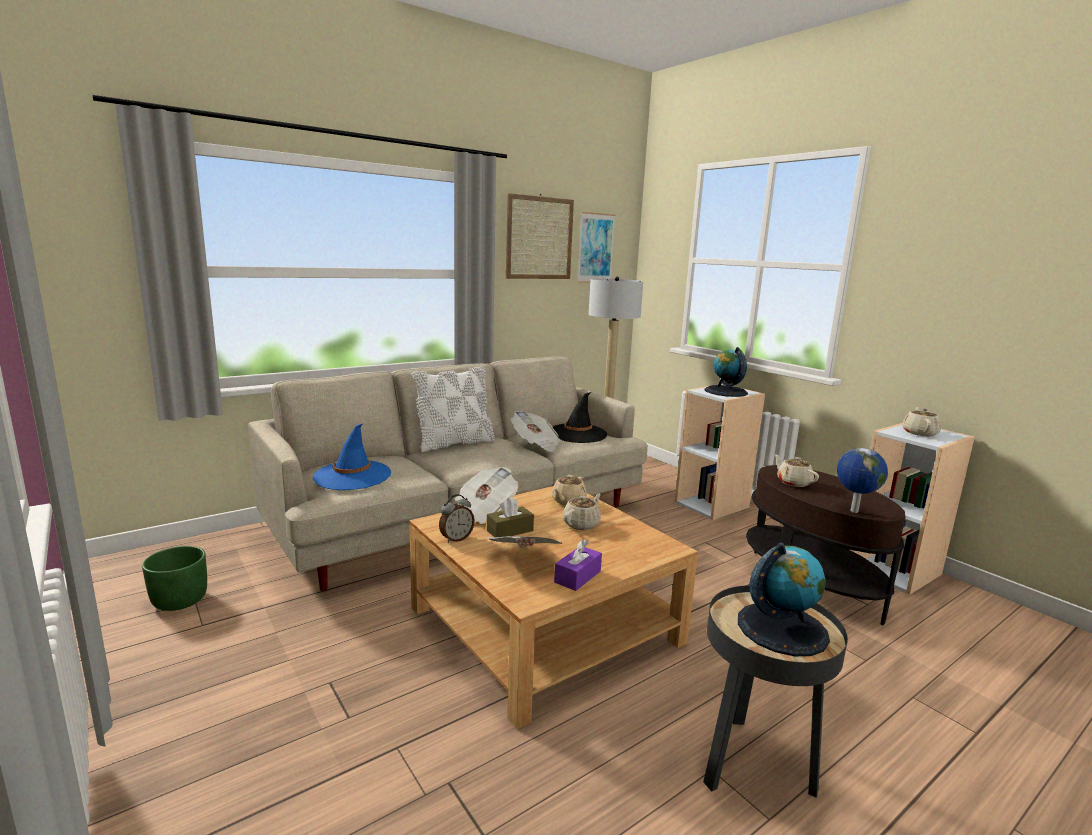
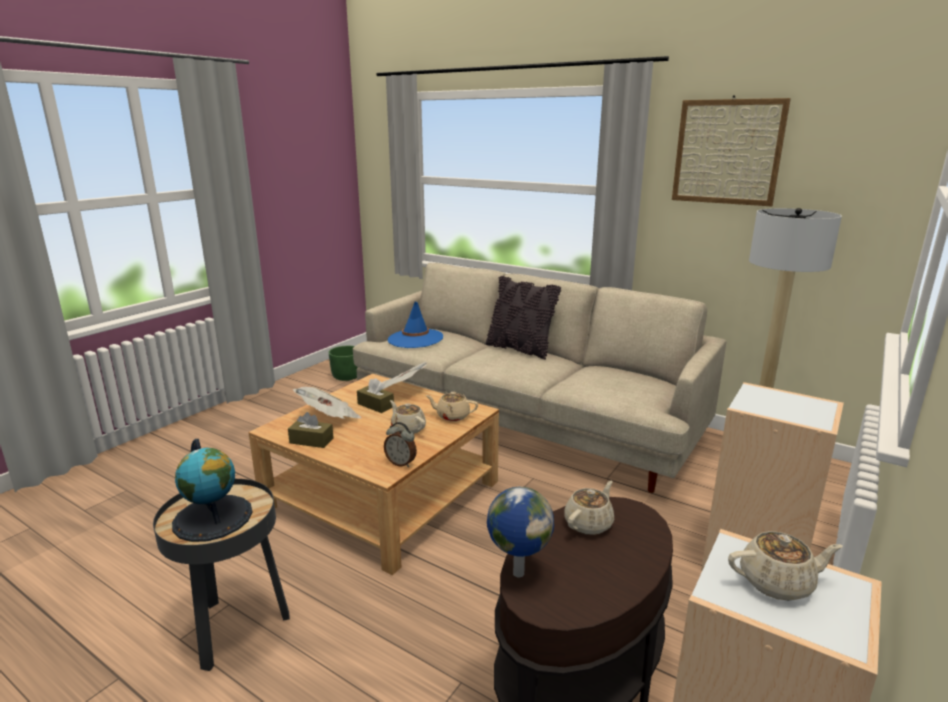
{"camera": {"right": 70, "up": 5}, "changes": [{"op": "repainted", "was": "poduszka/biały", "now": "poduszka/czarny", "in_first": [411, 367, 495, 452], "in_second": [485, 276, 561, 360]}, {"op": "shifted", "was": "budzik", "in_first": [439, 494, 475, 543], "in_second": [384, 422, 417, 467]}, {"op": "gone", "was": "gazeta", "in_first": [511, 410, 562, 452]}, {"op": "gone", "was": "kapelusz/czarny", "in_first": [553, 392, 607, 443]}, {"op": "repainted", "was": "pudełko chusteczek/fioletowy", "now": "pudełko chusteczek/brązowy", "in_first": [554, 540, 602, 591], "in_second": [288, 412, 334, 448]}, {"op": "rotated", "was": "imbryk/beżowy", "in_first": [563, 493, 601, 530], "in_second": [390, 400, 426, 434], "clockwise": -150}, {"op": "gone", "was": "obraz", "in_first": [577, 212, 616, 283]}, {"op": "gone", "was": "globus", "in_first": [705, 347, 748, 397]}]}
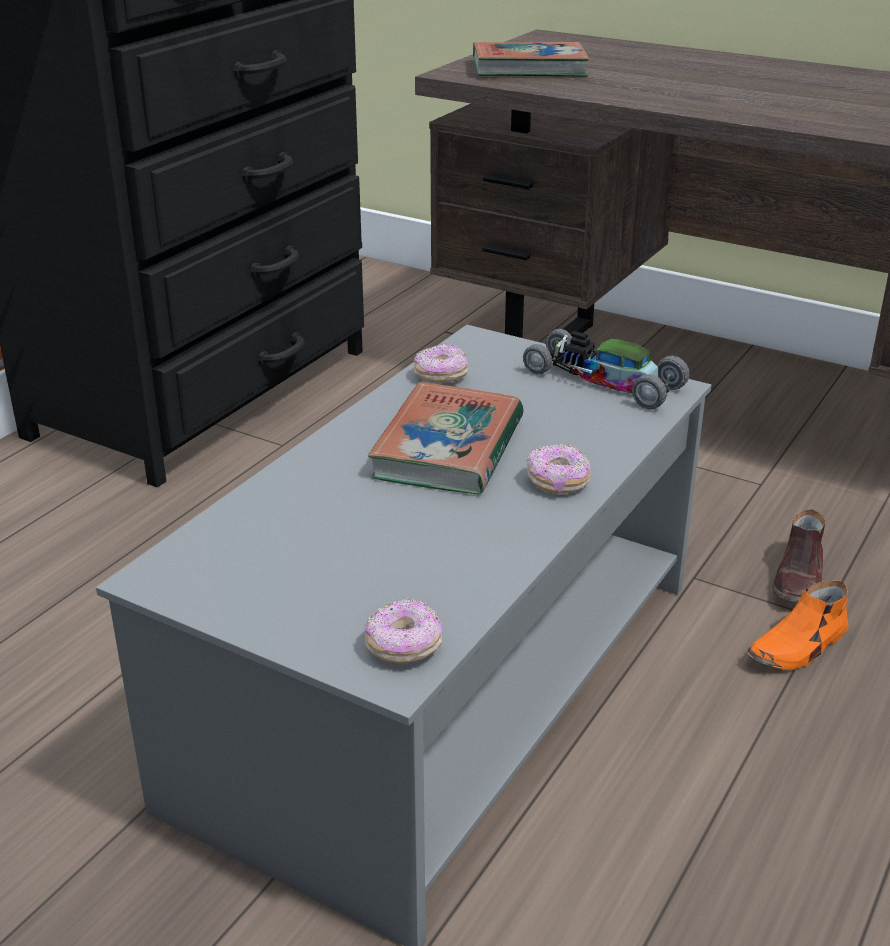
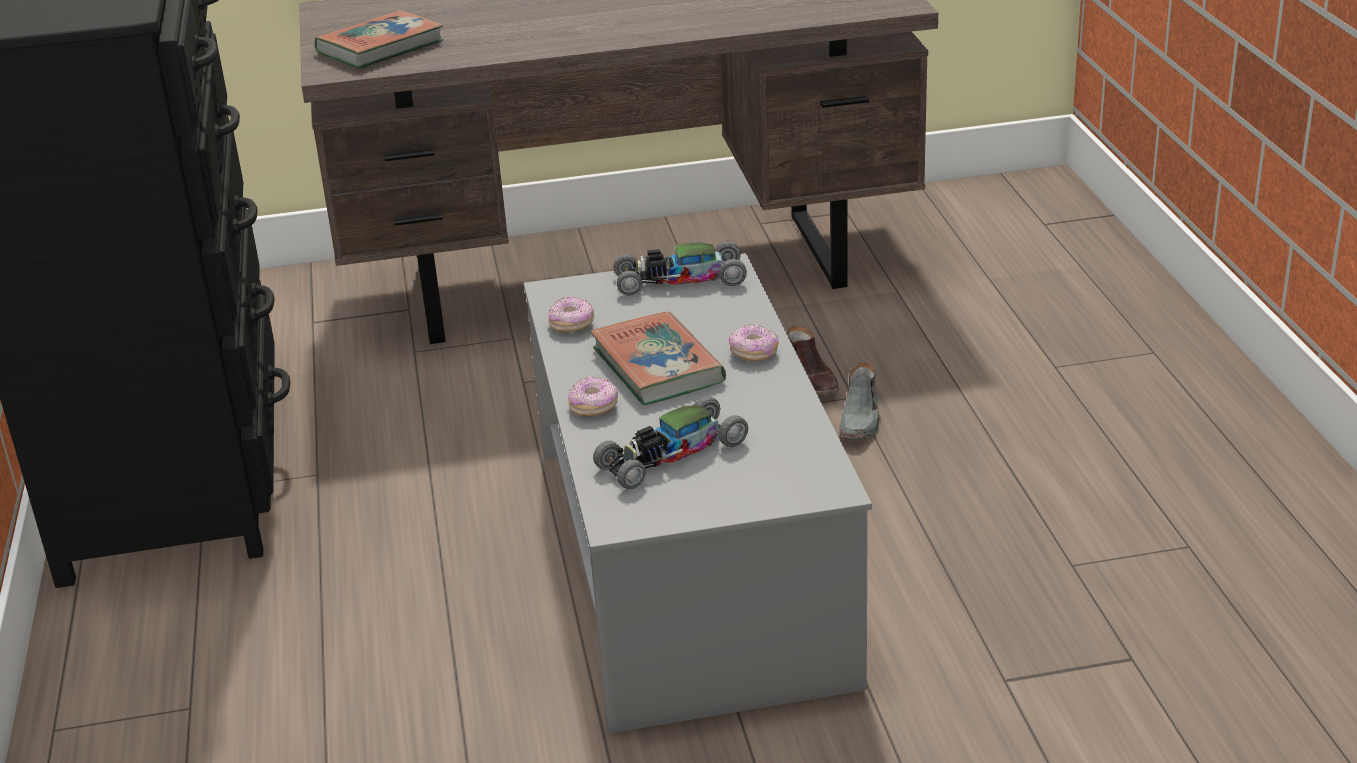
{"camera": {"right": -40, "up": 0}, "changes": [{"op": "shifted", "was": "donut", "in_first": [364, 598, 442, 663], "in_second": [568, 377, 618, 416]}, {"op": "repainted", "was": "but/pomarańczowy", "now": "but/szary", "in_first": [747, 581, 849, 669], "in_second": [839, 362, 879, 439]}, {"op": "new", "now": "samochodzik", "in_second": [593, 396, 748, 489]}]}
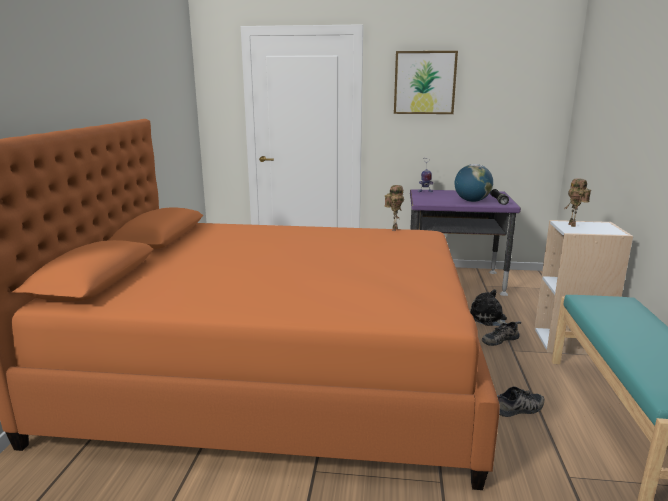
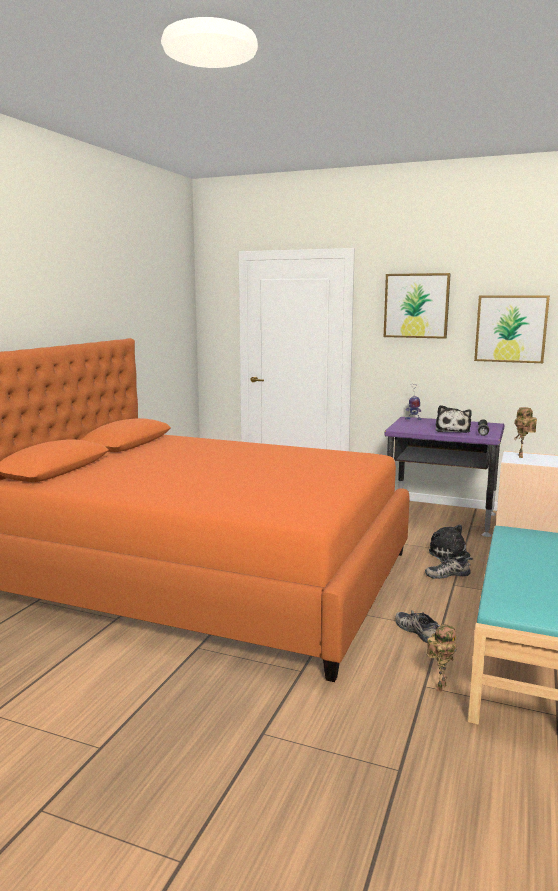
{"camera": {"right": 15, "up": -5}, "changes": [{"op": "shifted", "was": "robot zabawkowy", "in_first": [385, 185, 404, 231], "in_second": [426, 624, 456, 692]}, {"op": "swapped", "was": "globus", "now": "pluszak", "in_first": [454, 164, 493, 202], "in_second": [436, 405, 472, 433]}, {"op": "rotated", "was": "but", "in_first": [497, 386, 544, 417], "in_second": [395, 610, 440, 644], "clockwise": -120}, {"op": "new", "now": "obraz", "in_second": [474, 295, 550, 363]}]}
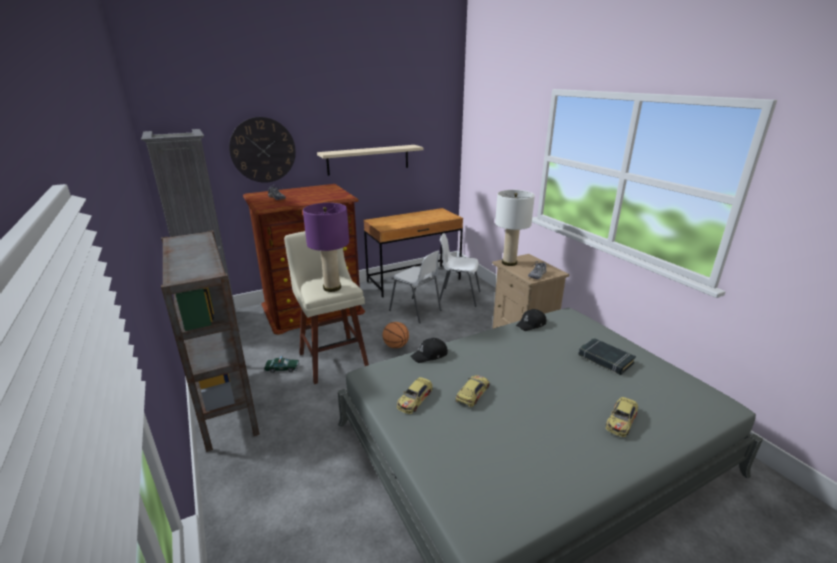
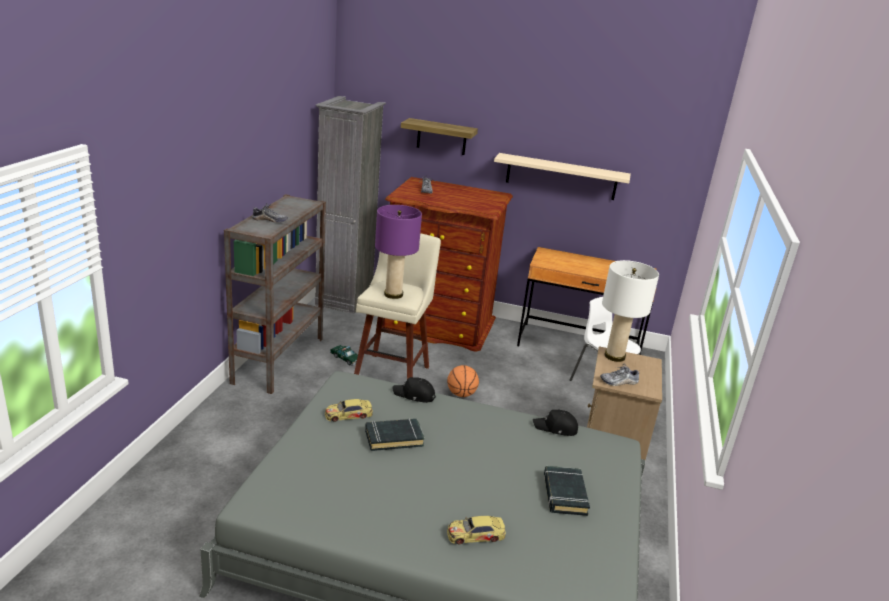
{"camera": {"right": 40, "up": 0}, "changes": [{"op": "swapped", "was": "zegar ścienny", "now": "półka", "in_first": [229, 117, 296, 183], "in_second": [401, 118, 478, 155]}, {"op": "gone", "was": "krzesło/biały", "in_first": [389, 251, 442, 323]}, {"op": "swapped", "was": "samochodzik", "now": "książka/czarny", "in_first": [456, 375, 490, 408], "in_second": [365, 419, 425, 451]}, {"op": "new", "now": "but", "in_second": [252, 203, 288, 223]}]}
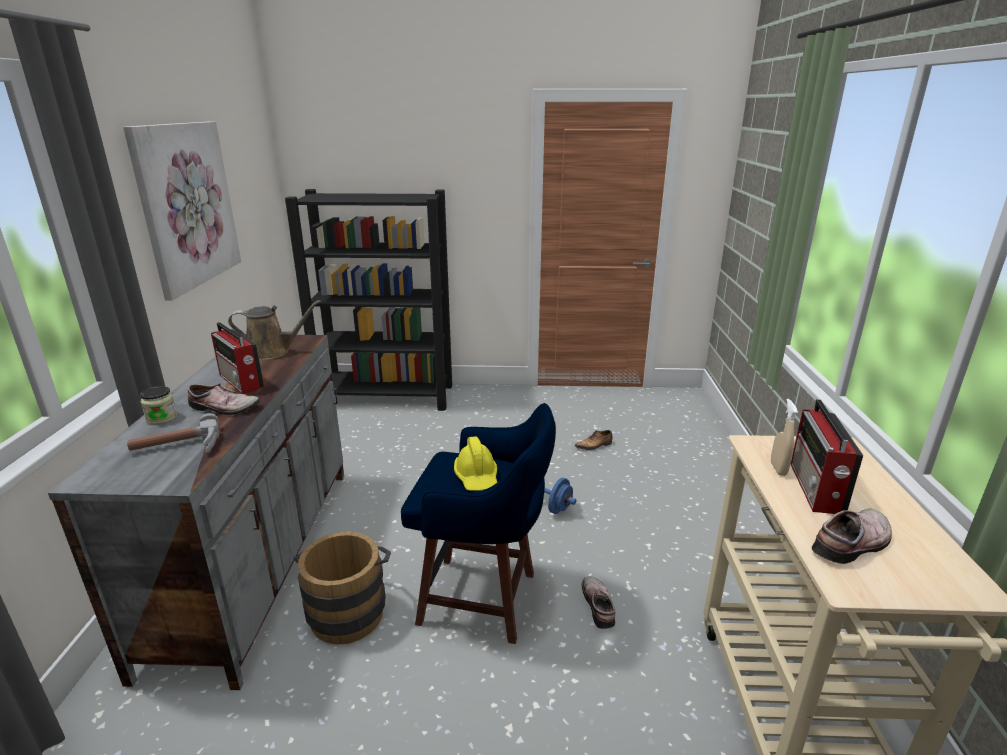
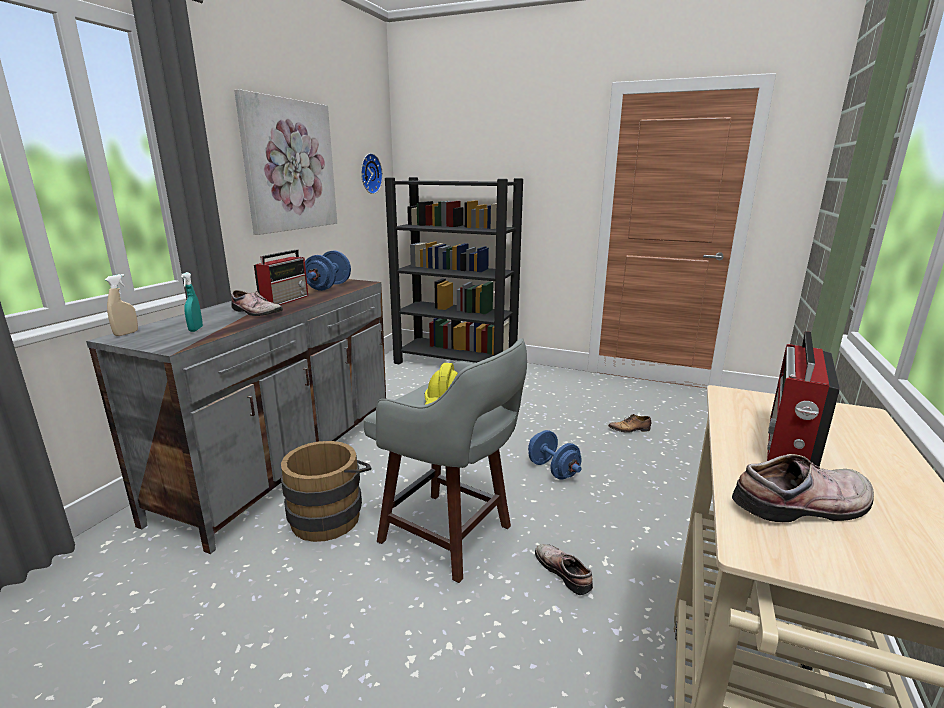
{"camera": {"right": 20, "up": -5}, "changes": [{"op": "swapped", "was": "młotek", "now": "spryskiwacz/turkusowy", "in_first": [127, 413, 219, 453], "in_second": [181, 272, 203, 332]}, {"op": "gone", "was": "słoik", "in_first": [140, 386, 177, 425]}, {"op": "rotated", "was": "radio", "in_first": [211, 322, 264, 394], "in_second": [254, 250, 308, 305], "clockwise": -135}, {"op": "swapped", "was": "konewka/brązowy", "now": "hantel/niebieski", "in_first": [228, 300, 321, 360], "in_second": [305, 251, 351, 291]}, {"op": "repainted", "was": "stołek/niebieski", "now": "stołek/szary", "in_first": [401, 403, 556, 644], "in_second": [364, 338, 527, 583]}, {"op": "rotated", "was": "but", "in_first": [582, 576, 615, 629], "in_second": [535, 544, 593, 595], "clockwise": -45}, {"op": "shifted", "was": "spryskiwacz/beżowy", "in_first": [771, 399, 798, 476], "in_second": [105, 274, 138, 336]}, {"op": "new", "now": "zegar ścienny", "in_second": [361, 153, 383, 194]}]}
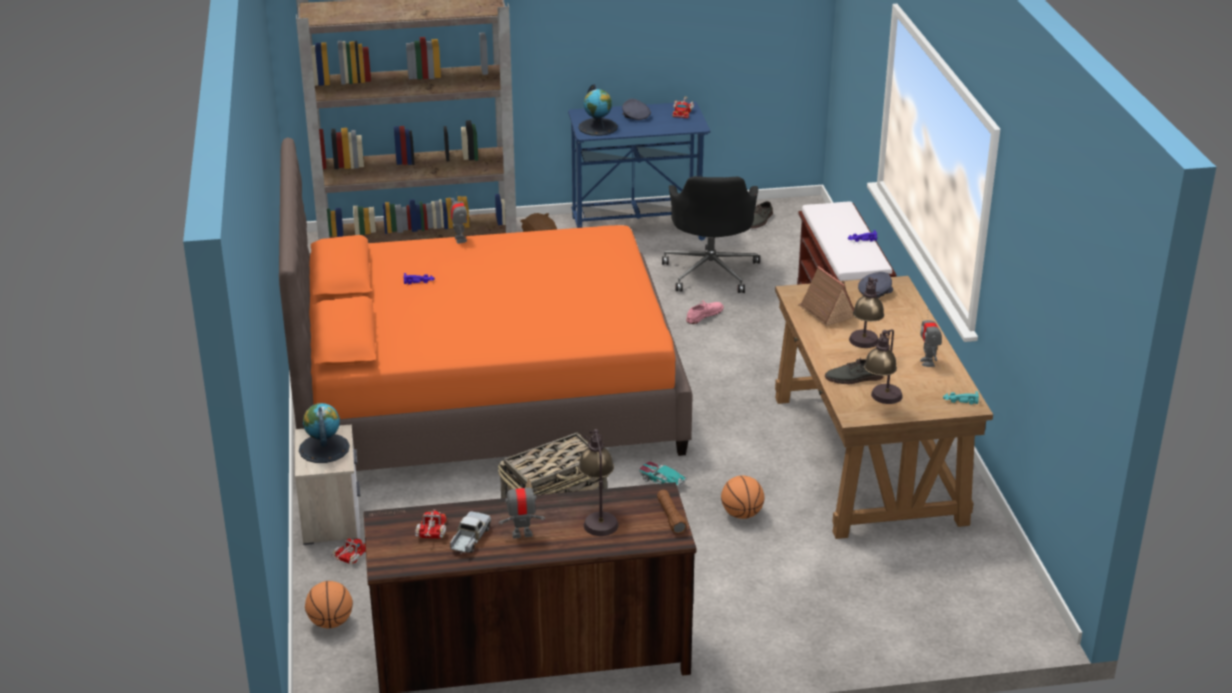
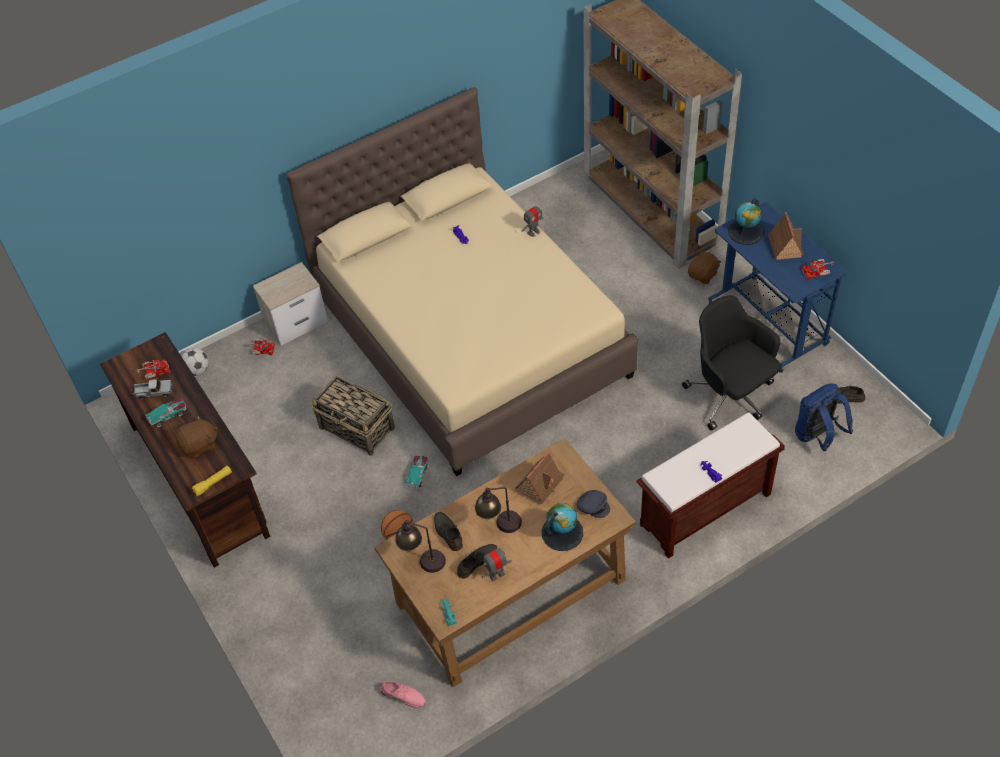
{"camera": {"right": 70, "up": 20}, "changes": [{"op": "repainted", "was": "łóżko/pomarańczowy", "now": "łóżko/beżowy", "in_first": [279, 138, 692, 471], "in_second": [287, 87, 638, 476]}, {"op": "shifted", "was": "globus", "in_first": [299, 403, 350, 463], "in_second": [542, 503, 583, 551]}, {"op": "swapped", "was": "piłka do koszykówki", "now": "piłka futbolowa", "in_first": [305, 581, 353, 628], "in_second": [182, 348, 209, 376]}, {"op": "swapped", "was": "robot zabawkowy", "now": "samochodzik", "in_first": [499, 480, 545, 539], "in_second": [145, 398, 186, 427]}, {"op": "swapped", "was": "lampa stołowa", "now": "pluszak/brązowy", "in_first": [578, 429, 619, 536], "in_second": [176, 416, 218, 458]}, {"op": "swapped", "was": "czapka z daszkiem/szary", "now": "domek", "in_first": [622, 99, 651, 120], "in_second": [768, 212, 804, 260]}, {"op": "repainted", "was": "latarka/brązowy", "now": "latarka/żółty", "in_first": [657, 490, 687, 534], "in_second": [192, 466, 232, 496]}, {"op": "rotated", "was": "krzesło biurowe/czarny", "in_first": [662, 176, 760, 293], "in_second": [682, 295, 781, 431], "clockwise": 75}, {"op": "shifted", "was": "but/różowy", "in_first": [686, 300, 724, 324], "in_second": [381, 681, 426, 708]}, {"op": "new", "now": "but/szary", "in_second": [457, 544, 497, 579]}, {"op": "new", "now": "plecak/niebieski", "in_second": [795, 383, 853, 451]}]}
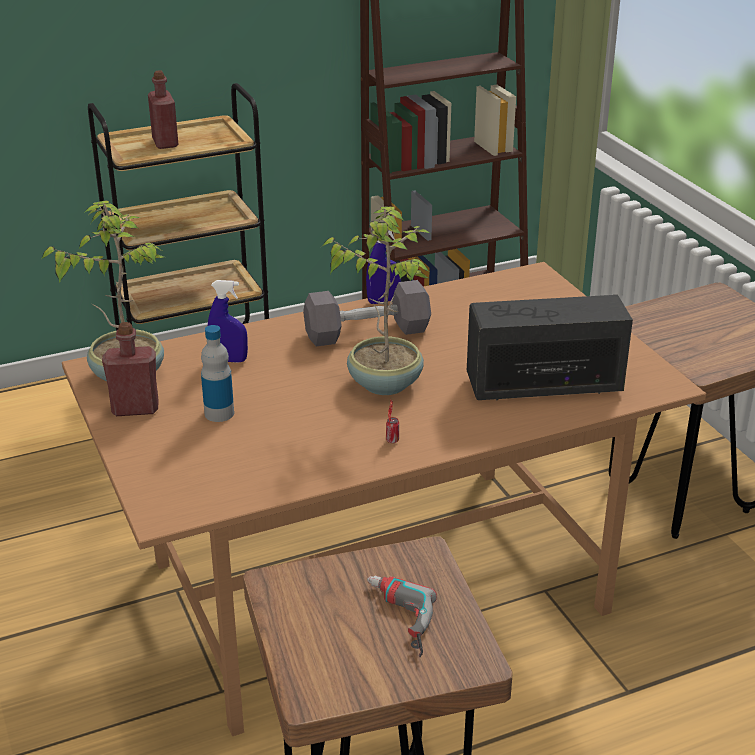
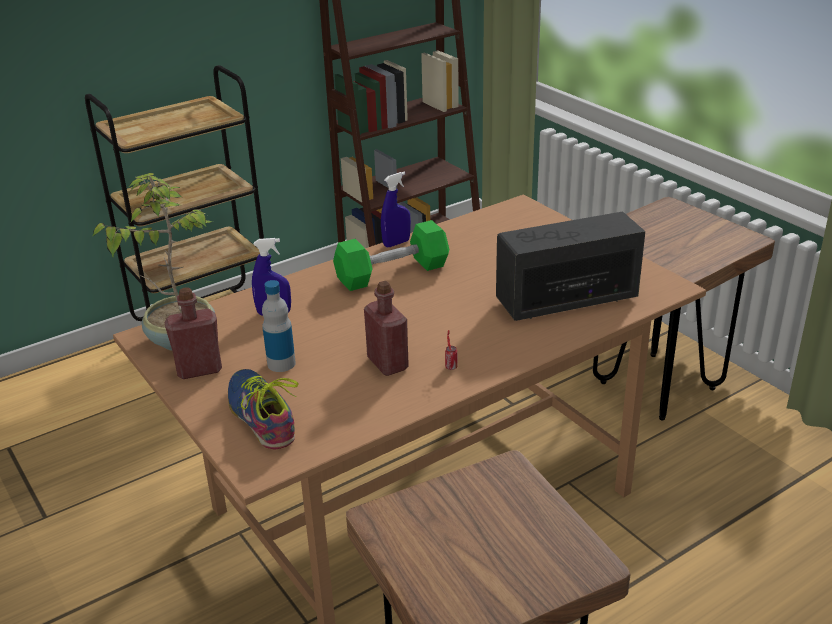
{"camera": {"right": -10, "up": 0}, "changes": [{"op": "shifted", "was": "butelka/czerwony", "in_first": [148, 70, 178, 149], "in_second": [364, 281, 409, 376]}, {"op": "repainted", "was": "hantel/szary", "now": "hantel/zielony", "in_first": [303, 280, 431, 347], "in_second": [333, 220, 449, 291]}, {"op": "gone", "was": "roślina doniczkowa", "in_first": [322, 206, 429, 395]}, {"op": "gone", "was": "wiertarka", "in_first": [367, 575, 437, 657]}, {"op": "new", "now": "but", "in_second": [228, 369, 299, 450]}]}
